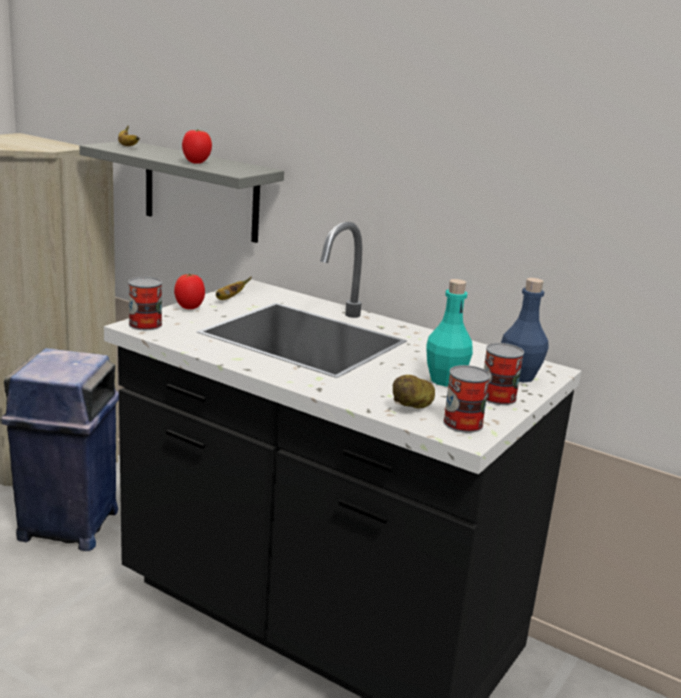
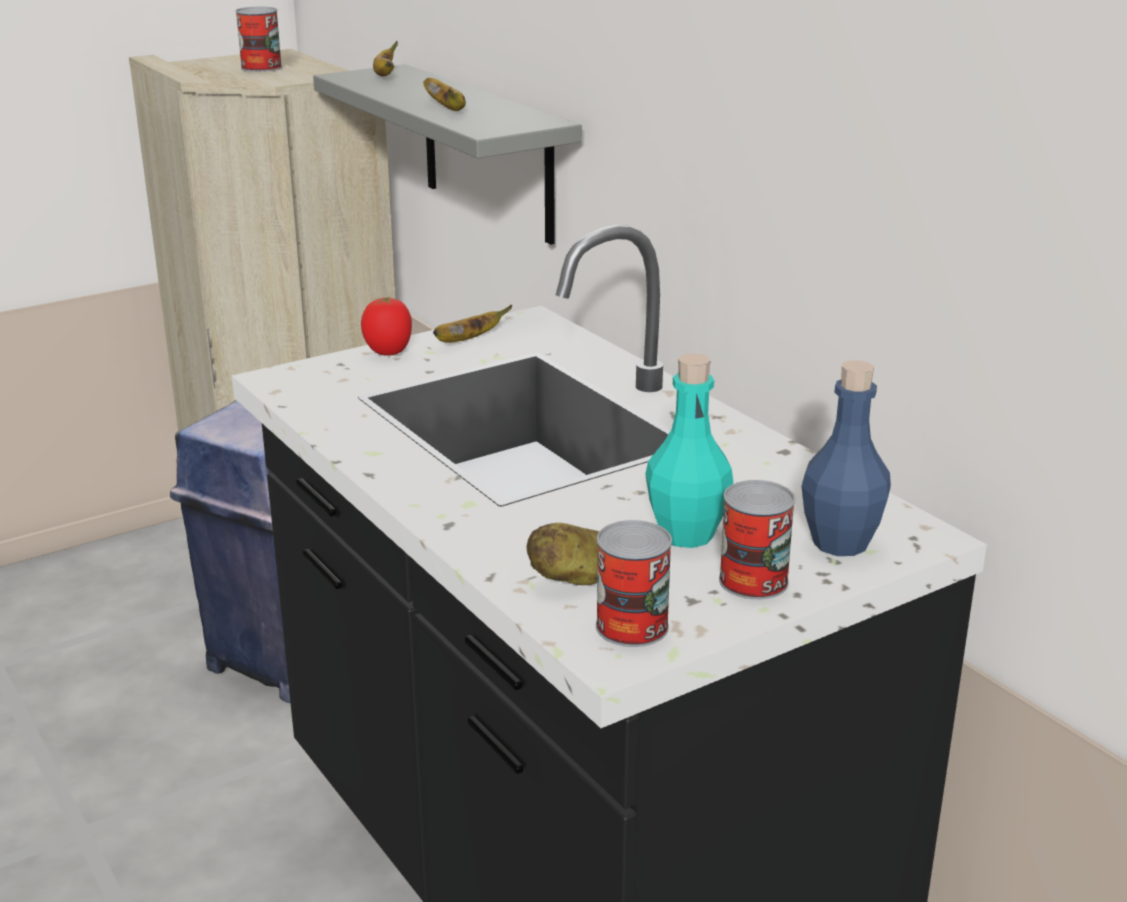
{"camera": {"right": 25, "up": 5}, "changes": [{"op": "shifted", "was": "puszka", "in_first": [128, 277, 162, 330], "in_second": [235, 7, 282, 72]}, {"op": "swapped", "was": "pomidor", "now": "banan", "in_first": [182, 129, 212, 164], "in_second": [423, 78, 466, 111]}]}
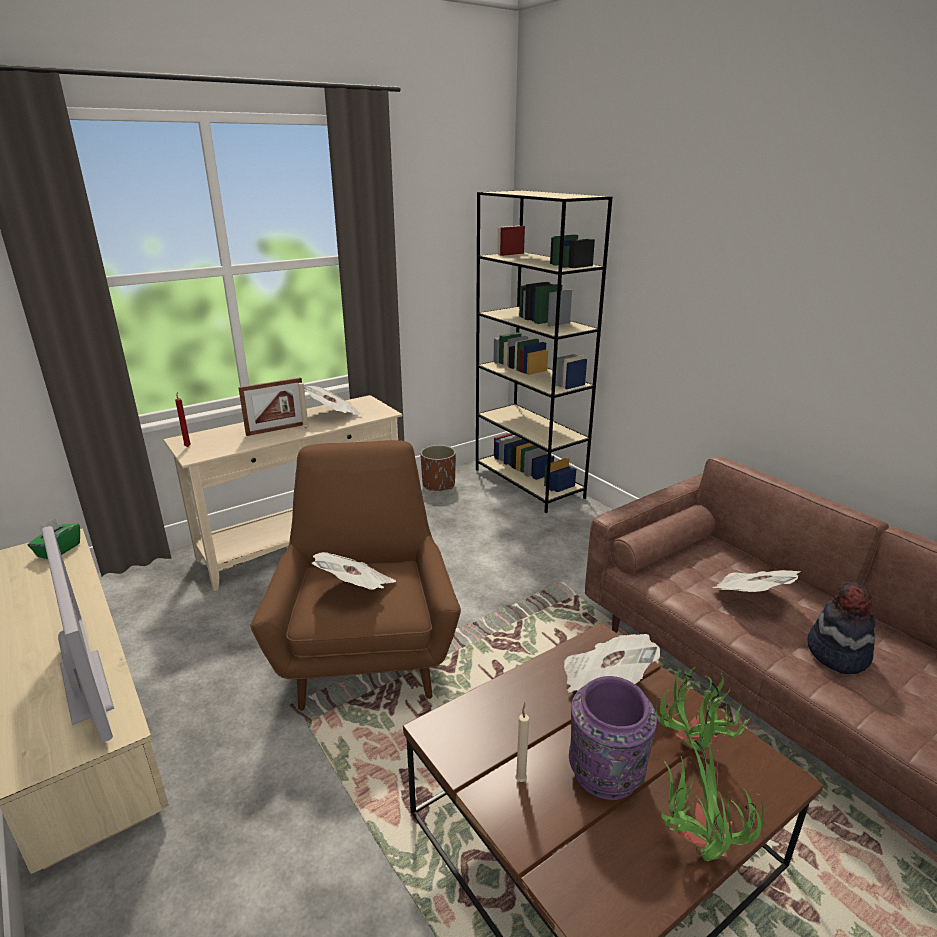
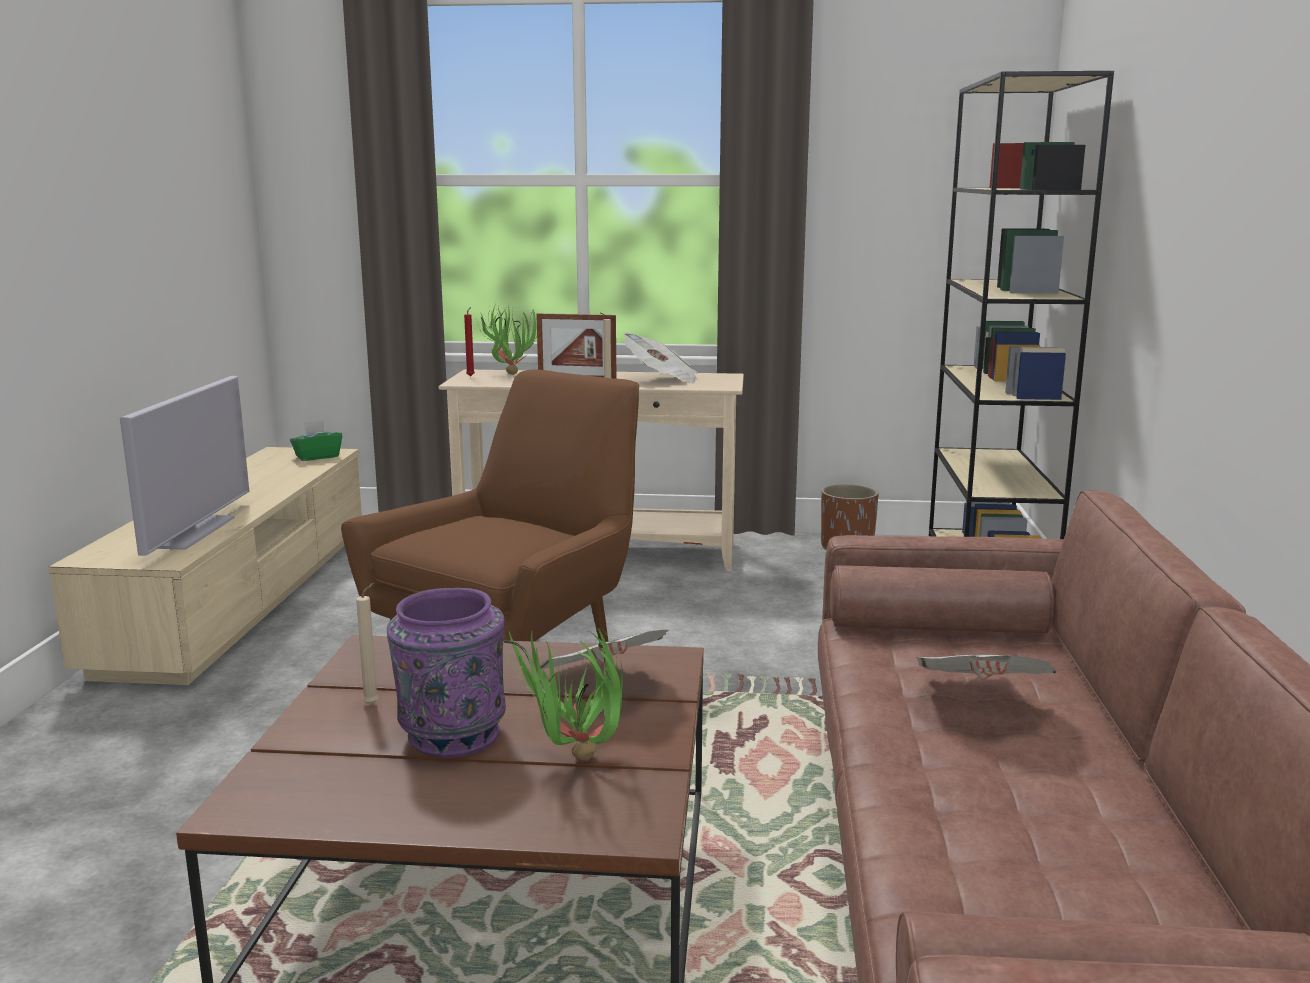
{"camera": {"right": 40, "up": -10}, "changes": [{"op": "gone", "was": "gazeta", "in_first": [312, 552, 396, 590]}, {"op": "shifted", "was": "roślina doniczkowa", "in_first": [661, 738, 764, 861], "in_second": [478, 303, 540, 375]}, {"op": "gone", "was": "kapelusz", "in_first": [807, 582, 876, 674]}]}
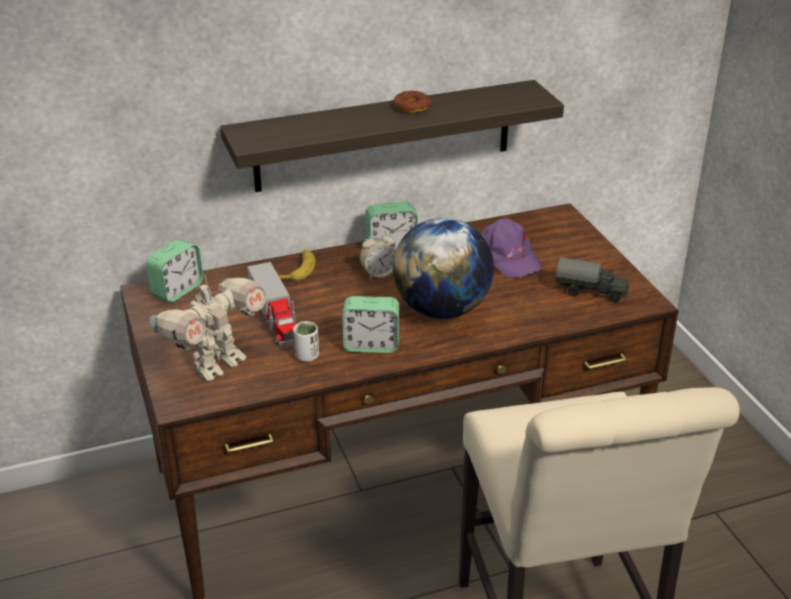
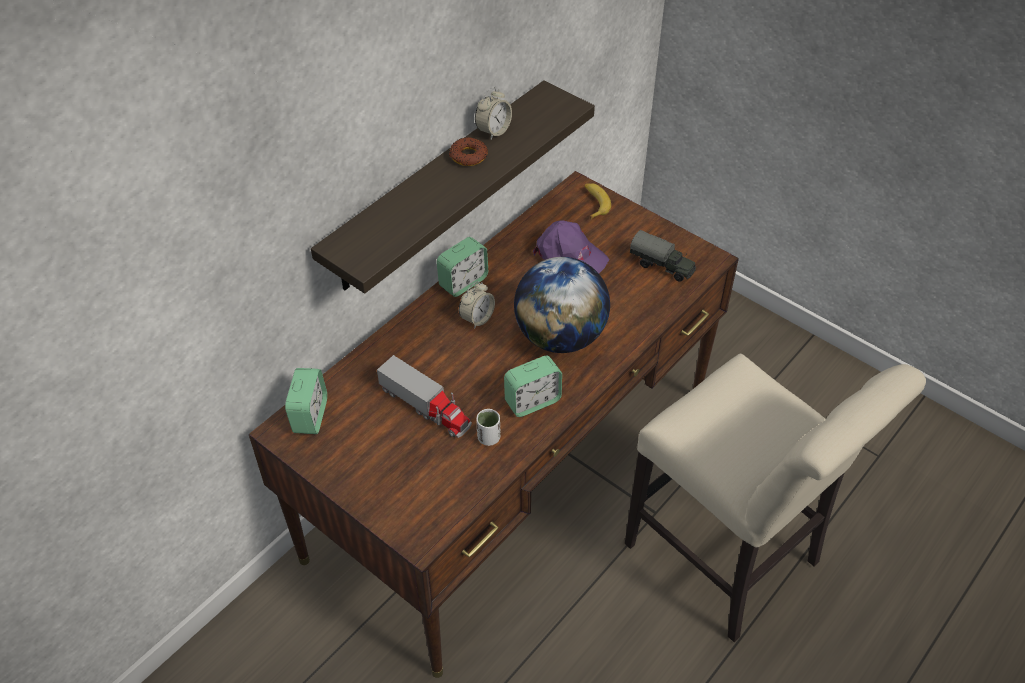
{"camera": {"right": -30, "up": 15}, "changes": [{"op": "gone", "was": "robot zabawkowy", "in_first": [149, 276, 267, 381]}, {"op": "shifted", "was": "banan", "in_first": [278, 250, 316, 281], "in_second": [584, 183, 611, 219]}, {"op": "rotated", "was": "ciężarówka zabawkowa", "in_first": [556, 257, 629, 302], "in_second": [630, 230, 696, 282], "clockwise": 45}, {"op": "new", "now": "budzik", "in_second": [475, 87, 512, 139]}]}
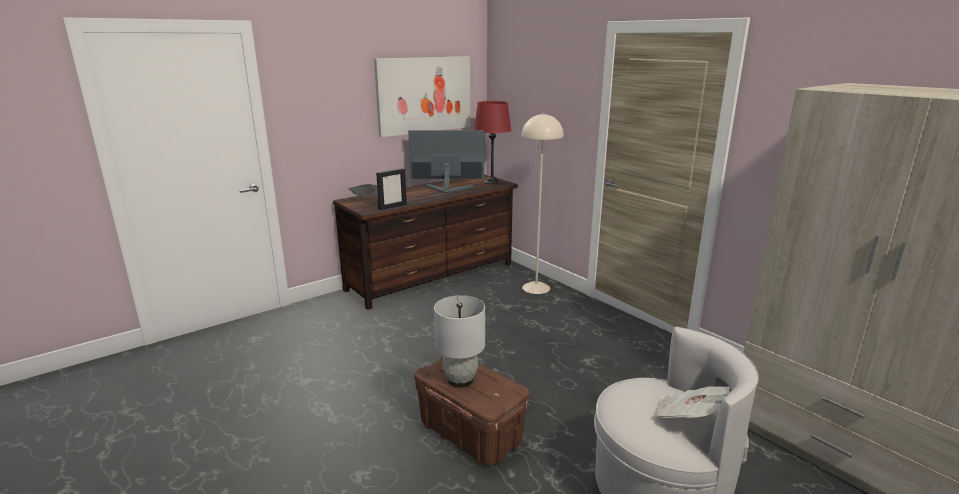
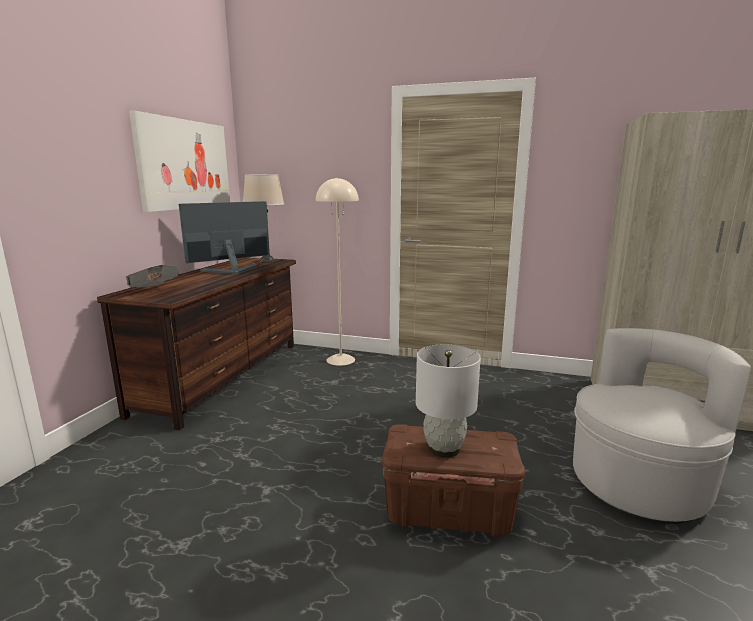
{"camera": {"right": -35, "up": -5}, "changes": [{"op": "gone", "was": "ramka na zdjęcie", "in_first": [376, 168, 407, 210]}, {"op": "repainted", "was": "lampa stołowa/czerwony", "now": "lampa stołowa/beżowy", "in_first": [474, 101, 511, 184], "in_second": [243, 174, 284, 263]}, {"op": "gone", "was": "gazeta", "in_first": [654, 386, 730, 418]}]}
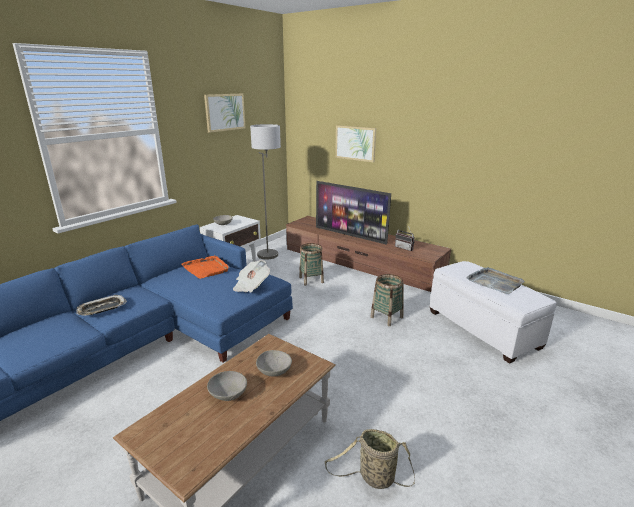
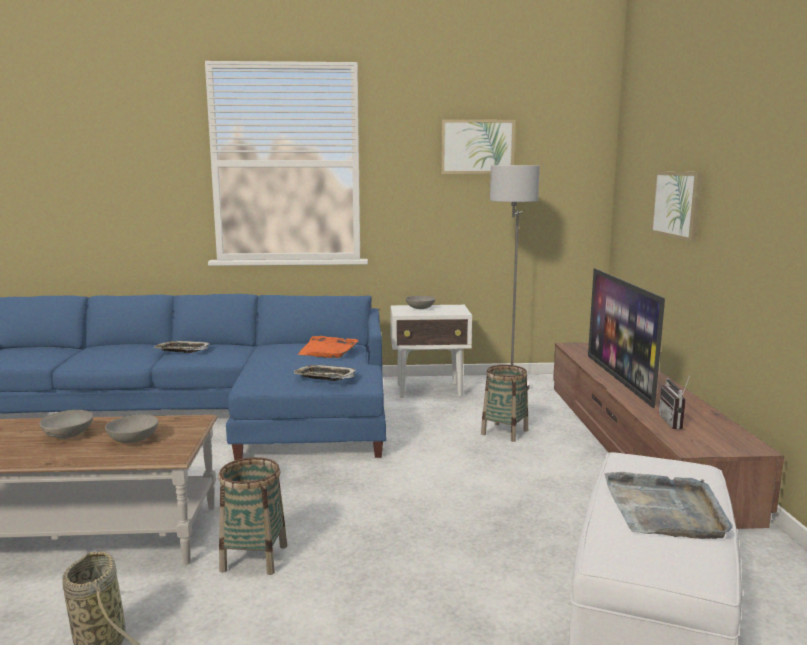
{"camera": {"right": 50, "up": -10}, "changes": [{"op": "swapped", "was": "gazeta", "now": "taca", "in_first": [233, 260, 270, 293], "in_second": [294, 365, 356, 381]}, {"op": "shifted", "was": "koszyk", "in_first": [371, 274, 404, 326], "in_second": [218, 457, 287, 575]}]}
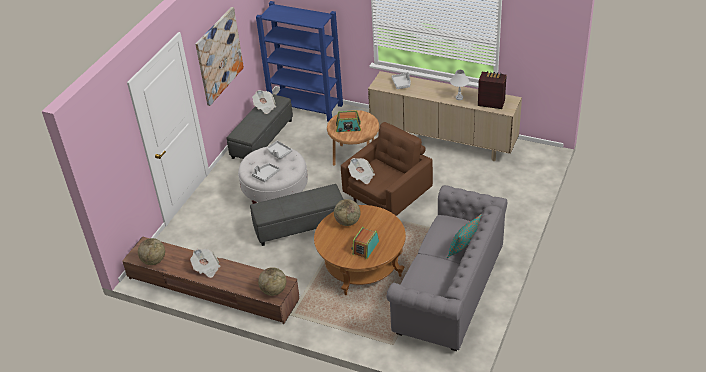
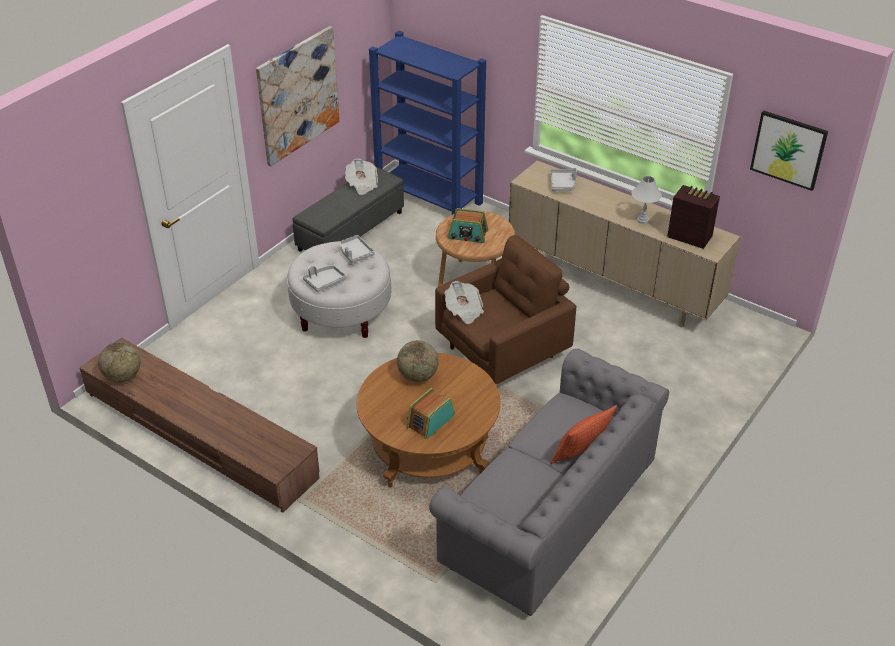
{"camera": {"right": 10, "up": 0}, "changes": [{"op": "gone", "was": "gazeta", "in_first": [190, 249, 220, 278]}, {"op": "gone", "was": "pufa/szary", "in_first": [250, 184, 344, 246]}, {"op": "gone", "was": "globus", "in_first": [258, 267, 286, 296]}, {"op": "repainted", "was": "poduszka/turkusowy", "now": "poduszka/pomarańczowy", "in_first": [447, 214, 482, 258], "in_second": [550, 405, 617, 464]}, {"op": "new", "now": "obraz", "in_second": [750, 110, 828, 191]}]}
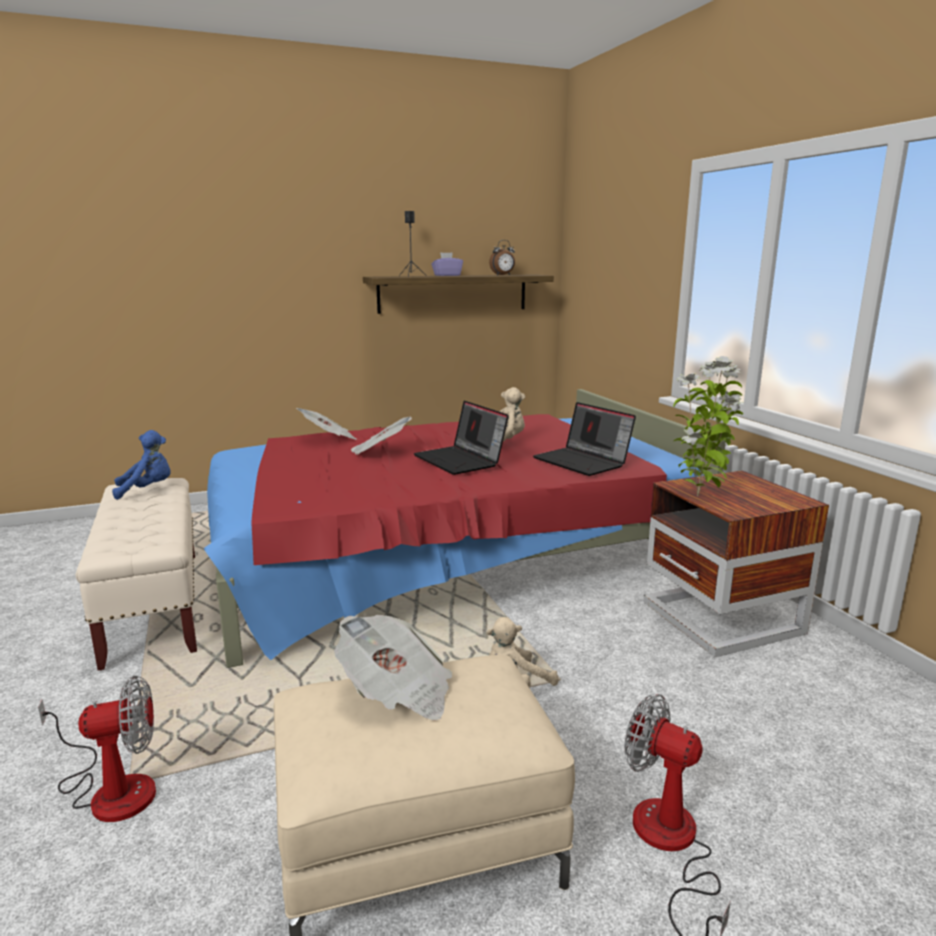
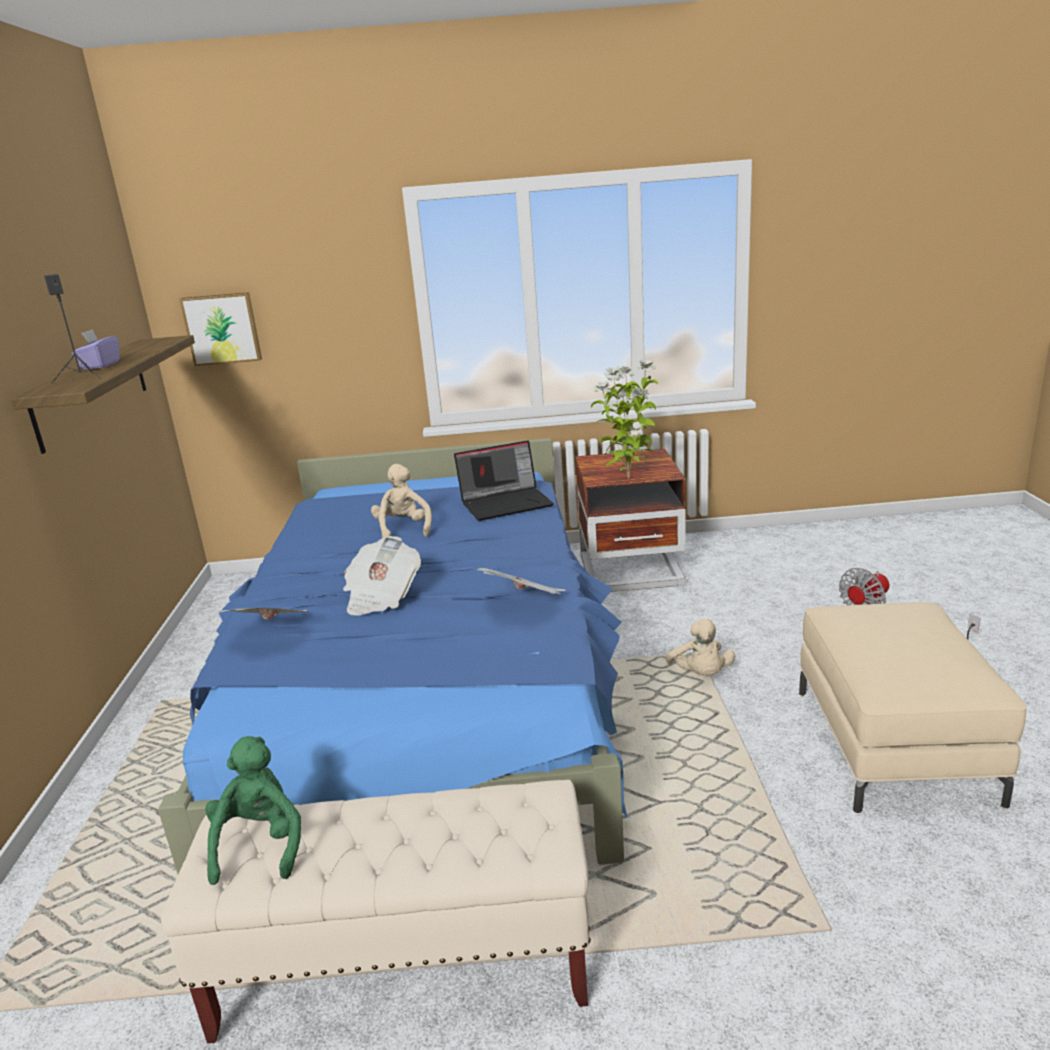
{"camera": {"right": -70, "up": 5}, "changes": [{"op": "gone", "was": "wentylator", "in_first": [38, 676, 156, 822]}, {"op": "repainted", "was": "pluszak/niebieski", "now": "pluszak/zielony", "in_first": [112, 430, 171, 500], "in_second": [205, 736, 301, 885]}, {"op": "repainted", "was": "łóżko/czerwony", "now": "łóżko/niebieski", "in_first": [203, 389, 726, 668], "in_second": [158, 438, 630, 874]}, {"op": "shifted", "was": "gazeta", "in_first": [334, 615, 452, 720], "in_second": [477, 568, 566, 594]}, {"op": "gone", "was": "laptop", "in_first": [414, 401, 509, 475]}, {"op": "gone", "was": "budzik", "in_first": [489, 240, 515, 275]}, {"op": "new", "now": "obraz", "in_second": [179, 292, 262, 366]}]}
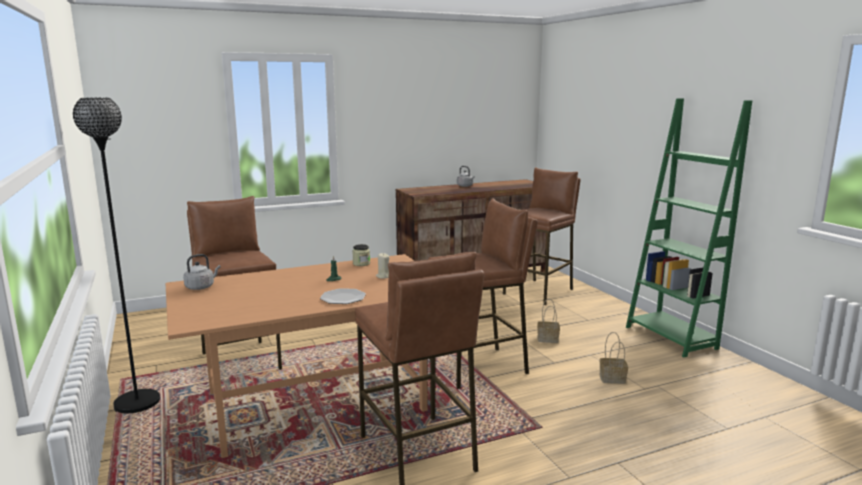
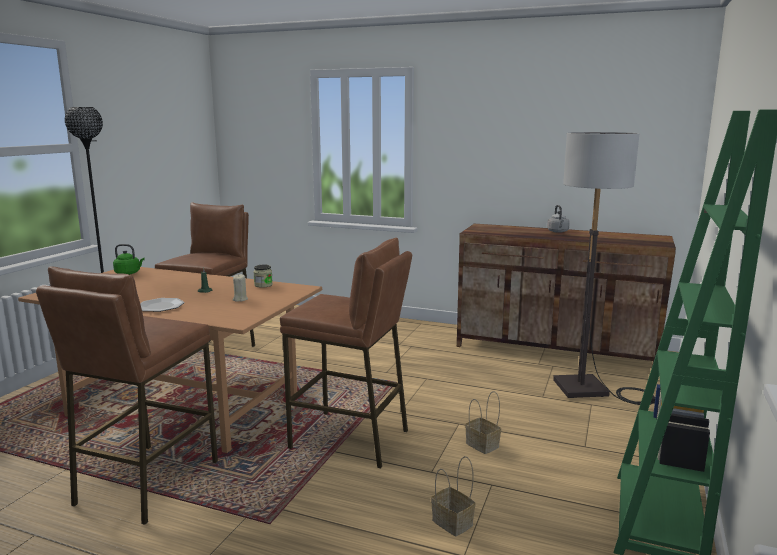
{"camera": {"right": 45, "up": 0}, "changes": [{"op": "repainted", "was": "czajnik/szary", "now": "czajnik/zielony", "in_first": [183, 254, 221, 290], "in_second": [113, 244, 144, 275]}, {"op": "swapped", "was": "stołek/brązowy", "now": "lampa stojąca", "in_first": [503, 167, 580, 305], "in_second": [553, 132, 655, 405]}]}
